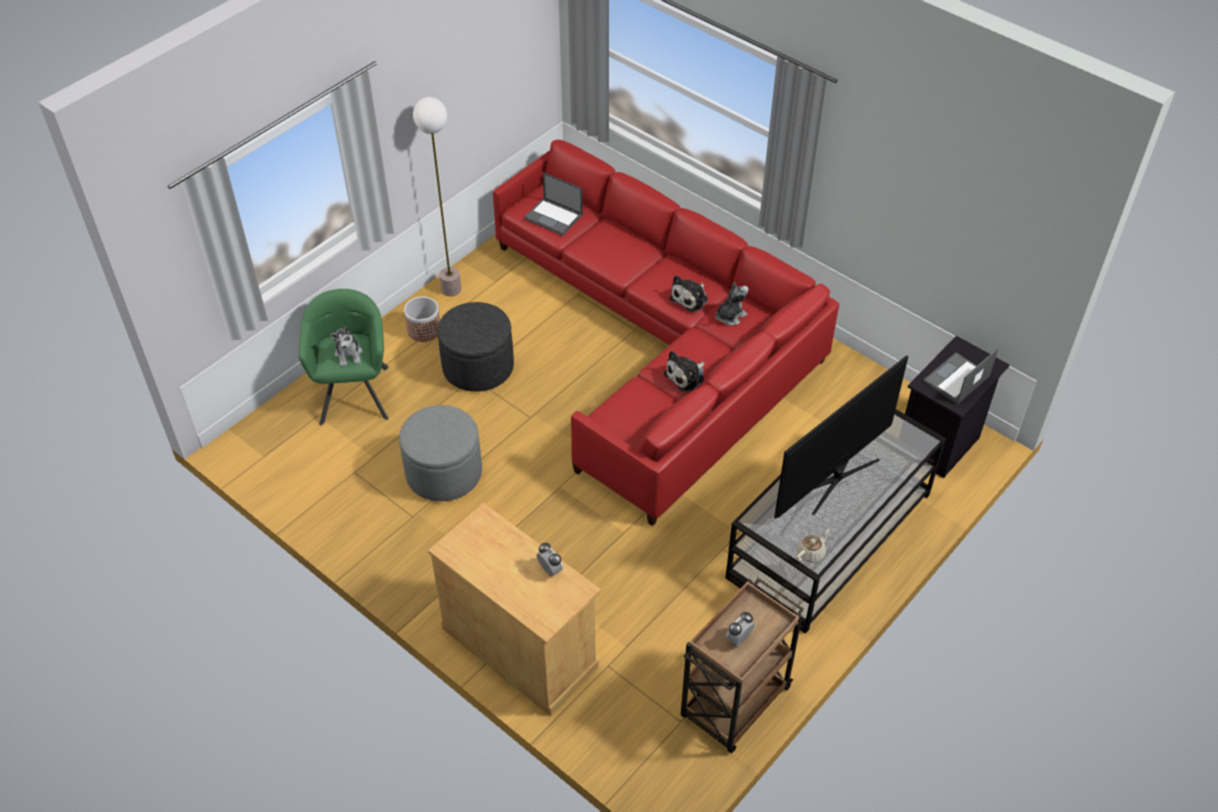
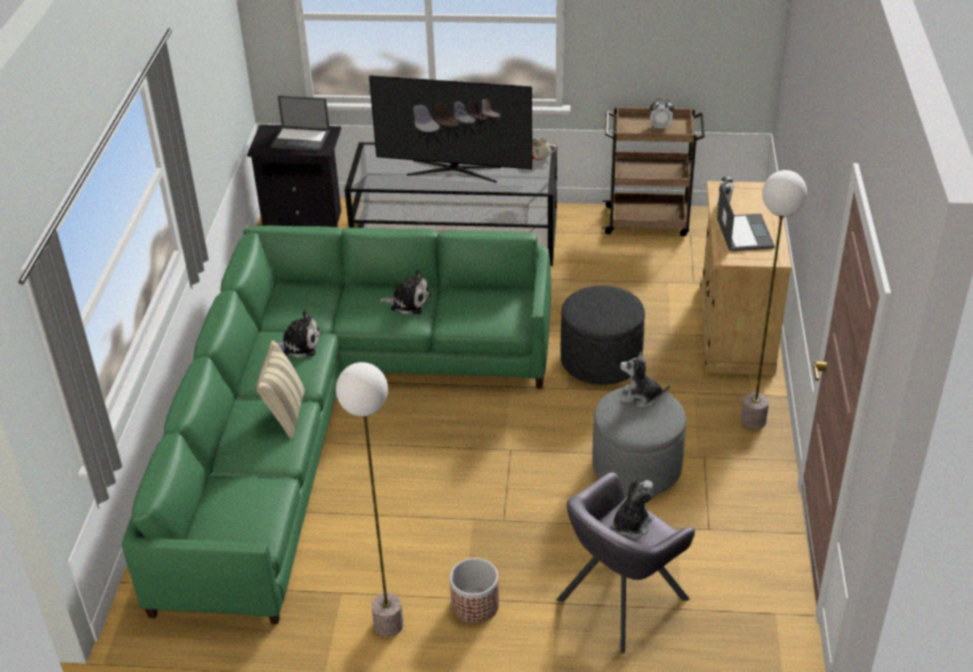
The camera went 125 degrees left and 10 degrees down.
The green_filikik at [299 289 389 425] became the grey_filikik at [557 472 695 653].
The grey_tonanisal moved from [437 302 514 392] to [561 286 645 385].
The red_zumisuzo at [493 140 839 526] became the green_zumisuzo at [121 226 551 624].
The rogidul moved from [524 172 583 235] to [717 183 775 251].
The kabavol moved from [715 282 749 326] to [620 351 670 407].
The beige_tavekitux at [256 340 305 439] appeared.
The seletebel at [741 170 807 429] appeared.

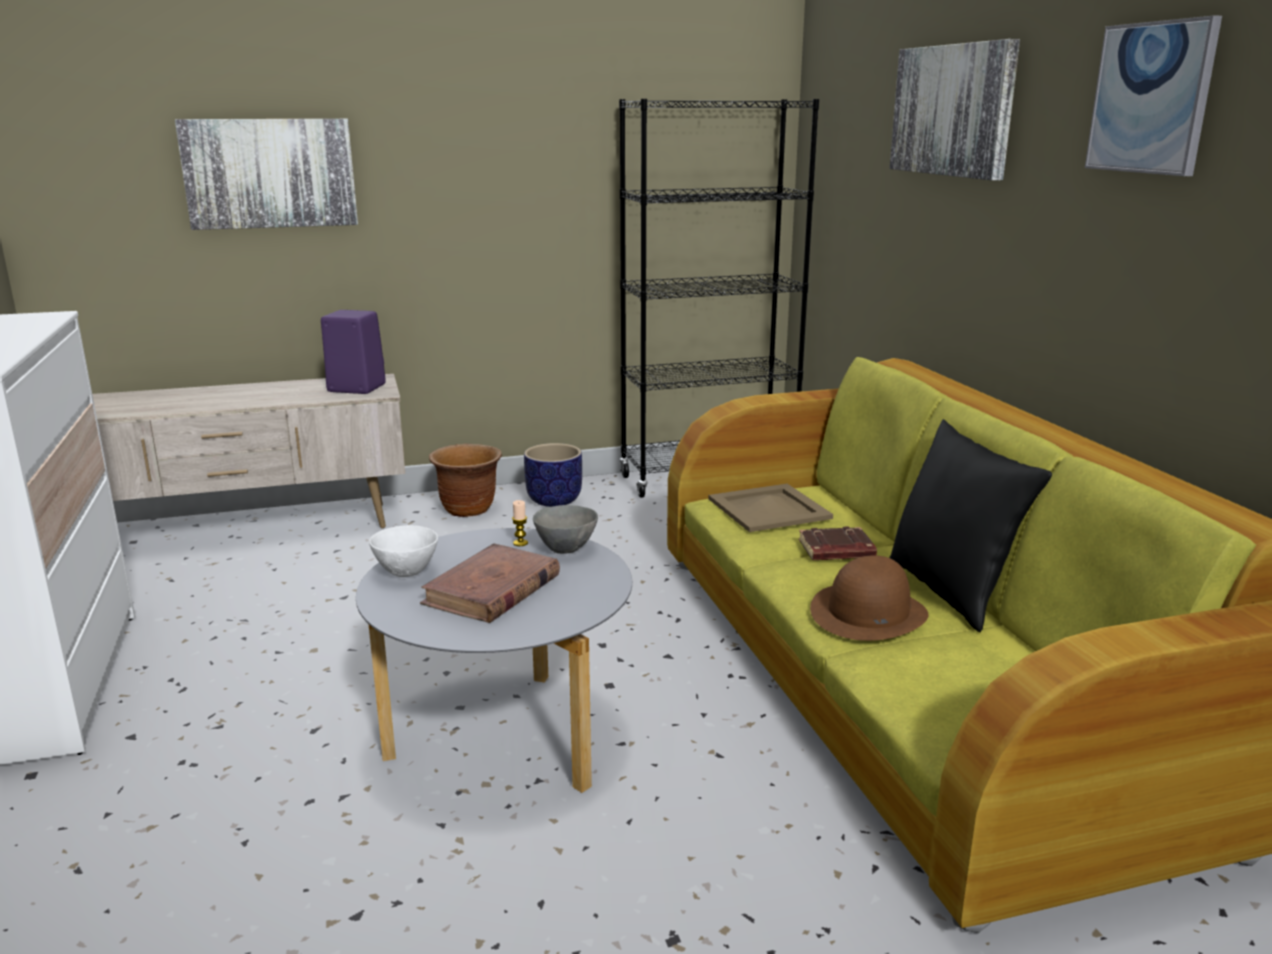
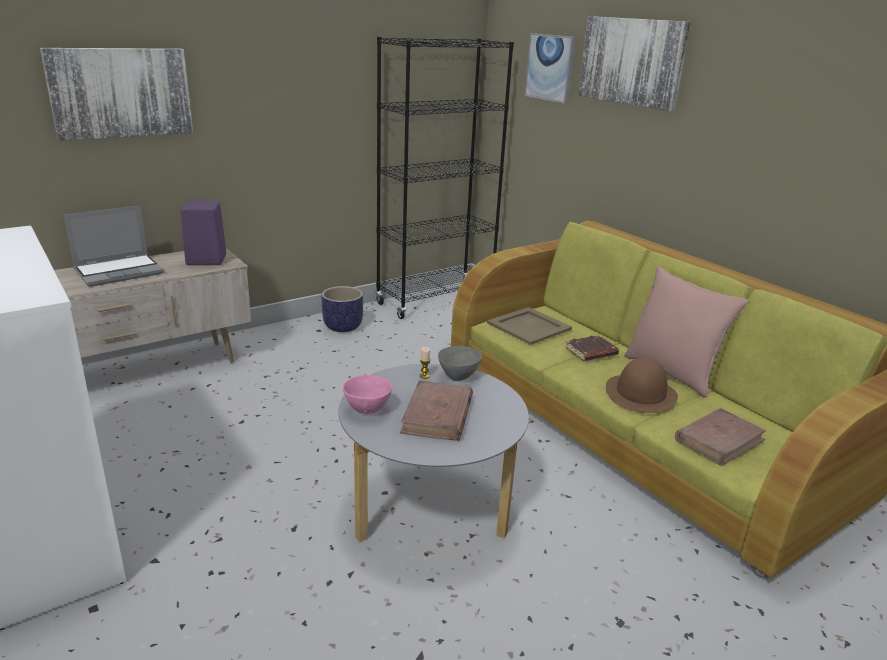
The camera went 20 degrees left and 5 degrees up.
The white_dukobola at [369 525 438 577] became the pink_dukobola at [343 375 392 414].
The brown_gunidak at [429 444 502 517] disappeared.
The black_tavekitux at [889 419 1052 632] became the pink_tavekitux at [624 266 748 398].
The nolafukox moved from [1085 15 1222 176] to [524 33 576 104].
The rogidul at [63 205 164 287] appeared.
The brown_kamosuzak at [675 408 766 466] appeared.

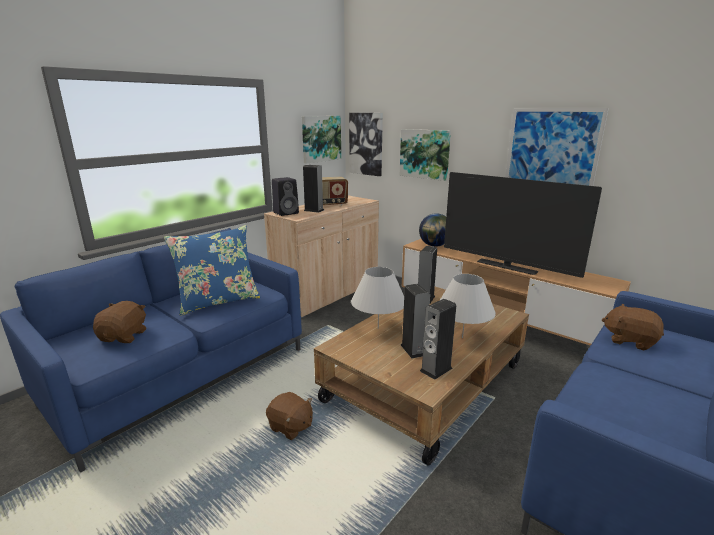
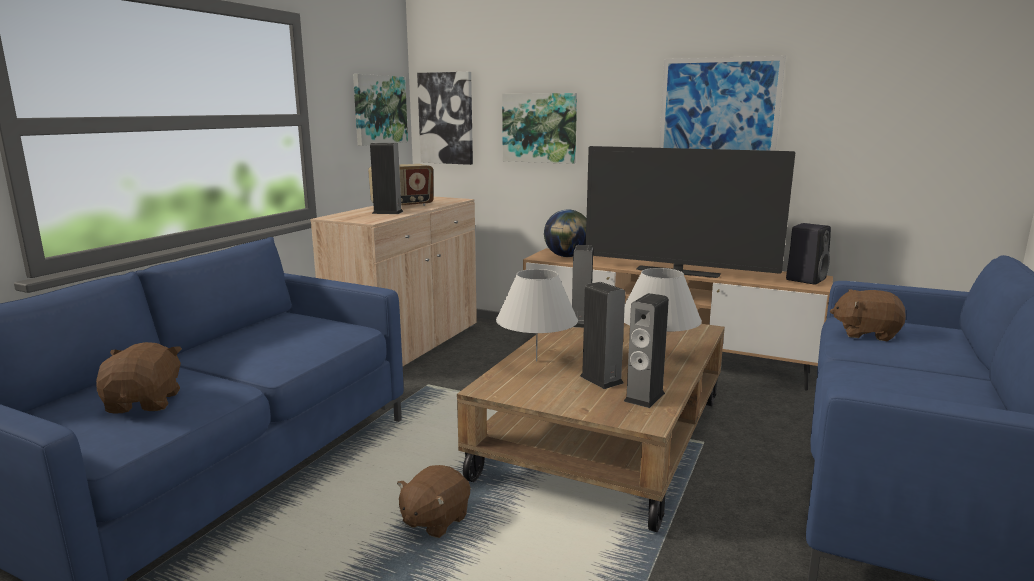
The camera went 15 degrees left and 5 degrees down.
The blue_tavekitux at [164 225 260 316] disappeared.
The brown_kabavol at [266 392 313 440] turned 105 degrees clockwise.
The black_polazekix moved from [272 177 299 216] to [786 223 831 285].

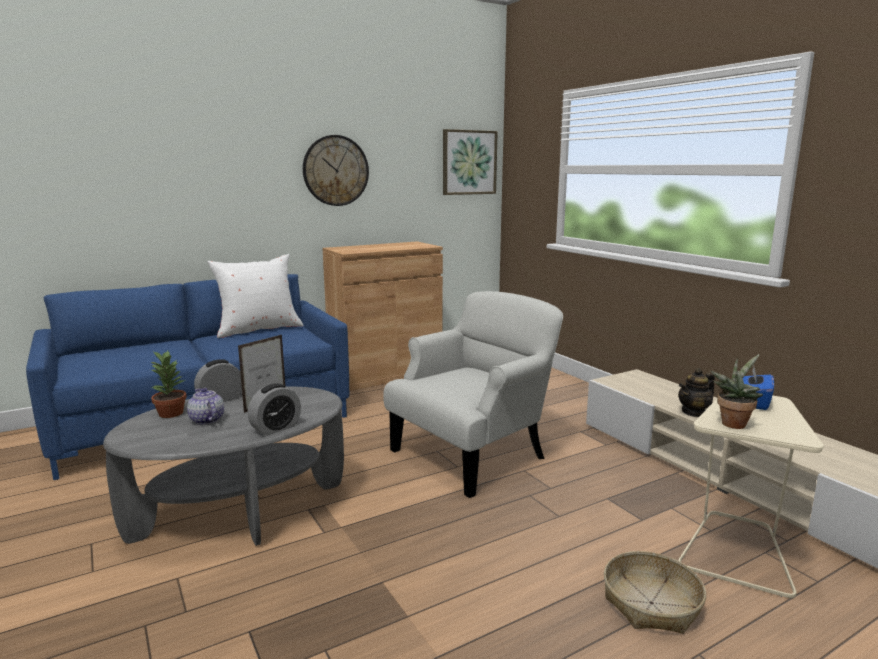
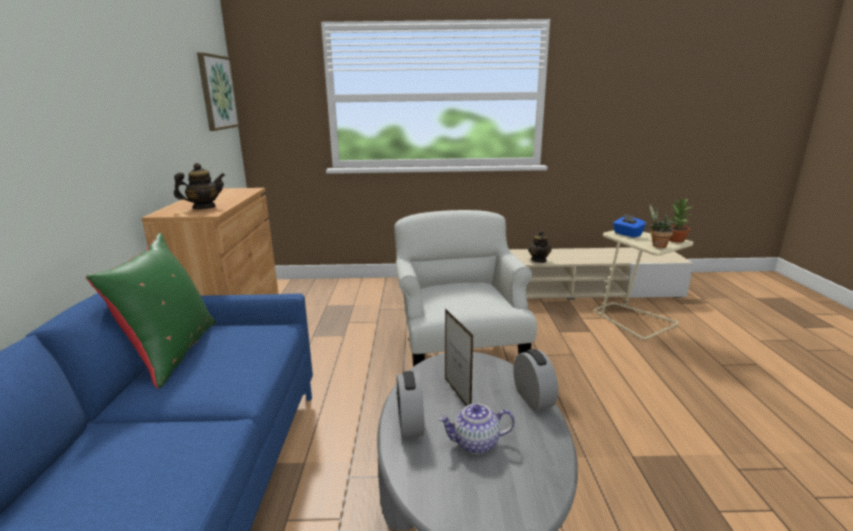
The camera went 60 degrees left and 5 degrees up.
The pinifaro moved from [150 351 187 418] to [668 198 692 243].
The white_tavekitux at [207 254 303 338] became the green_tavekitux at [86 233 216 389].
The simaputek at [303 135 369 206] disappeared.
The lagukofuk at [604 551 706 634] disappeared.
The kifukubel at [174 163 225 209] appeared.

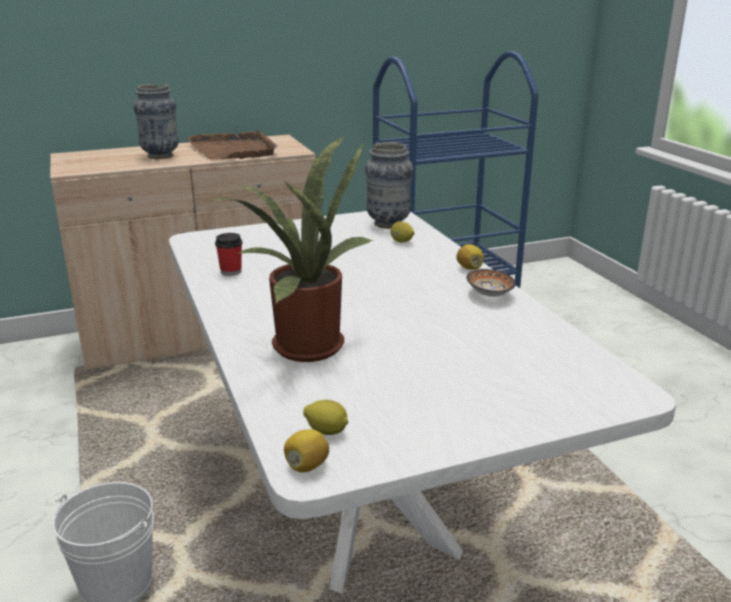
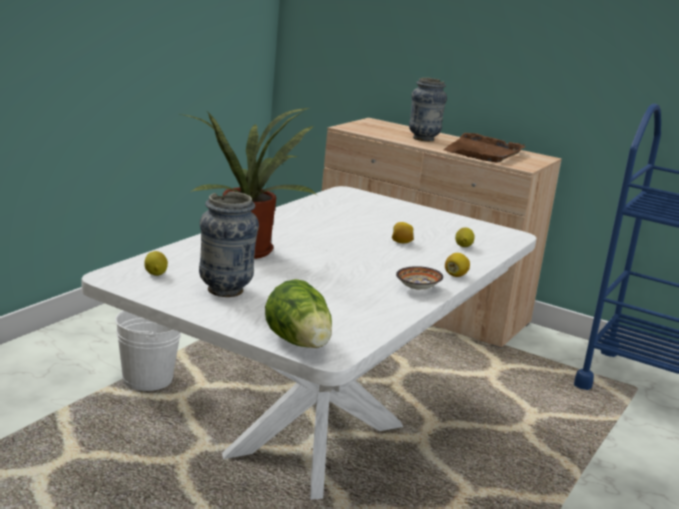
The camera went 50 degrees right and 5 degrees down.
The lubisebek at [215 233 242 276] disappeared.
The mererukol moved from [284 429 329 472] to [392 222 414 243].
The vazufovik moved from [365 142 413 229] to [199 192 259 297].
The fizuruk at [265 279 332 348] appeared.

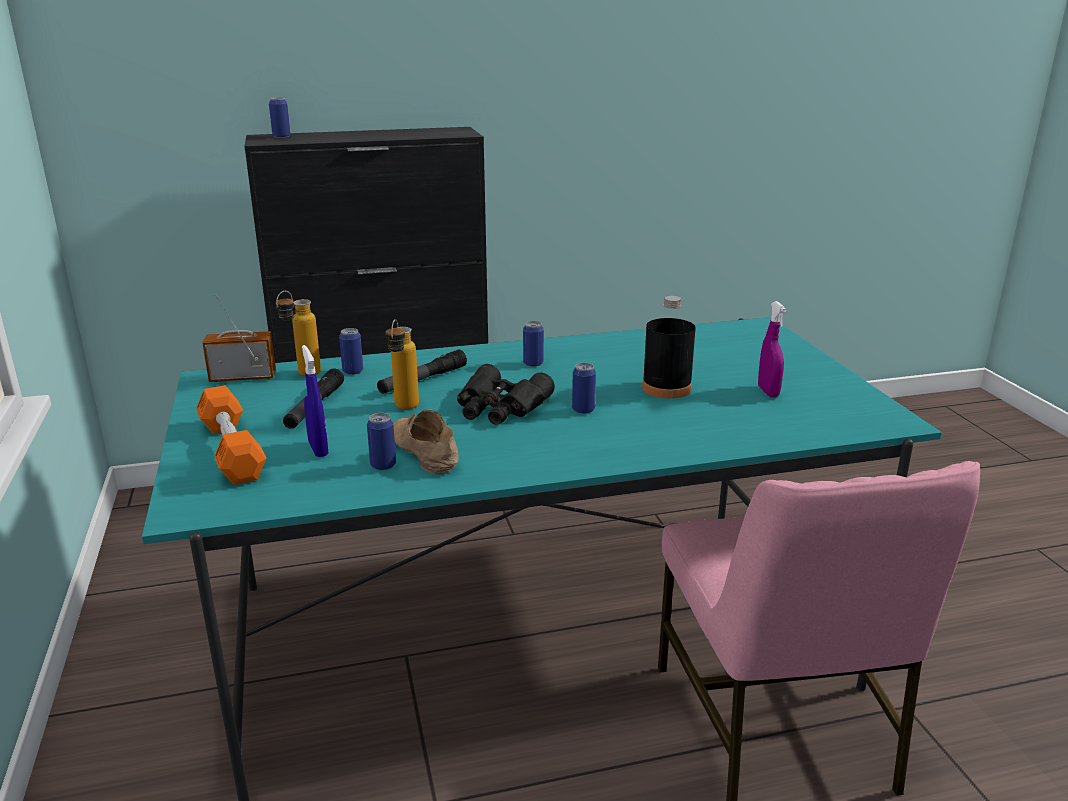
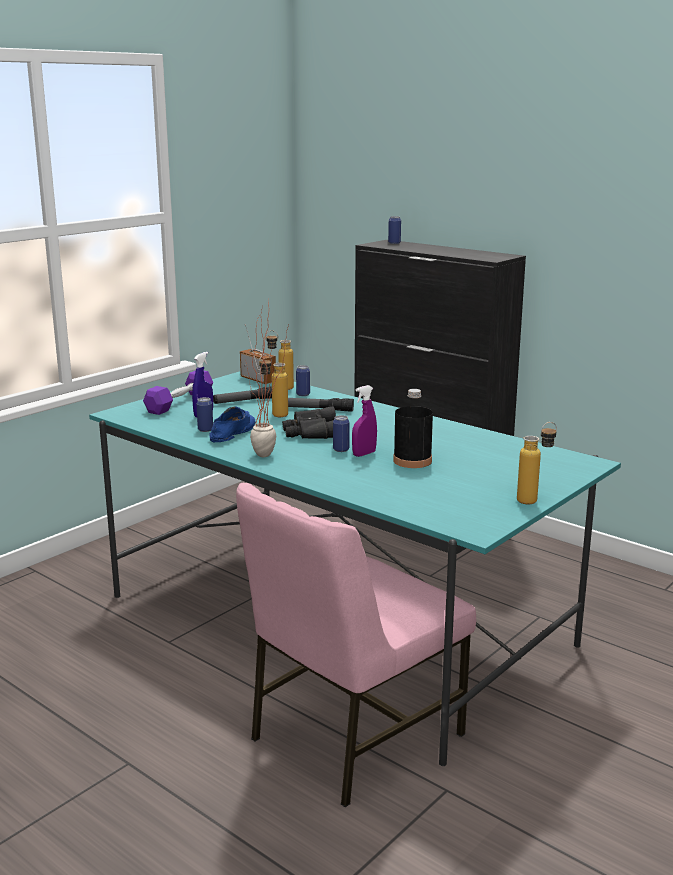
The camera went 55 degrees right and 5 degrees down.
The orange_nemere at [196 385 267 485] became the purple_nemere at [143 370 213 415].
The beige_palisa at [393 409 459 474] became the blue_palisa at [209 407 255 443].
The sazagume at [523 321 544 367] disappeared.
The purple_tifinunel moved from [758 301 786 397] to [352 385 377 457].
The pinifaro at [245 299 289 457] appeared.
The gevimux at [517 422 557 504] appeared.

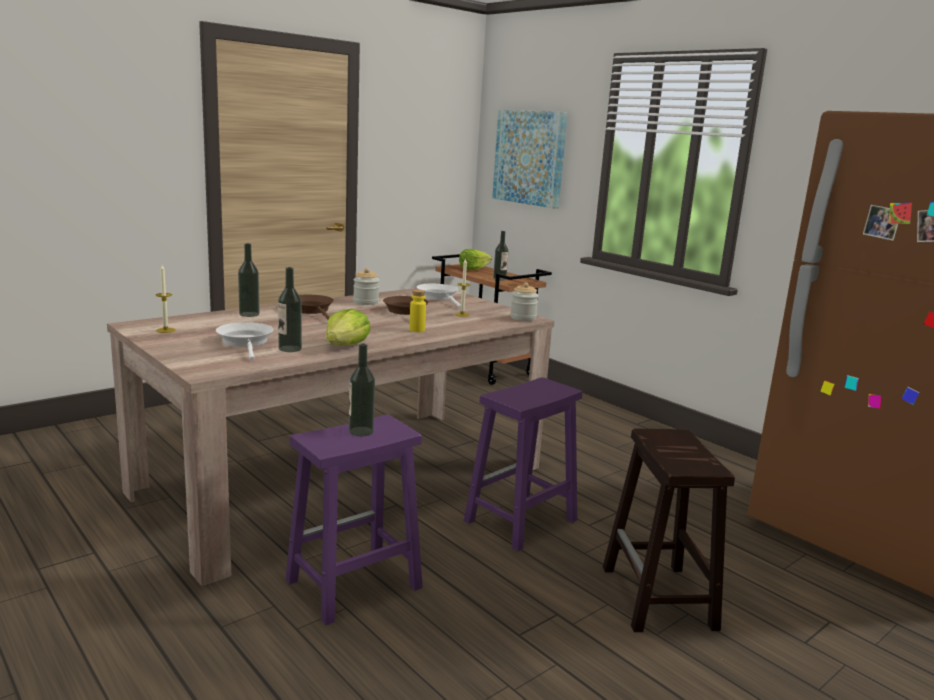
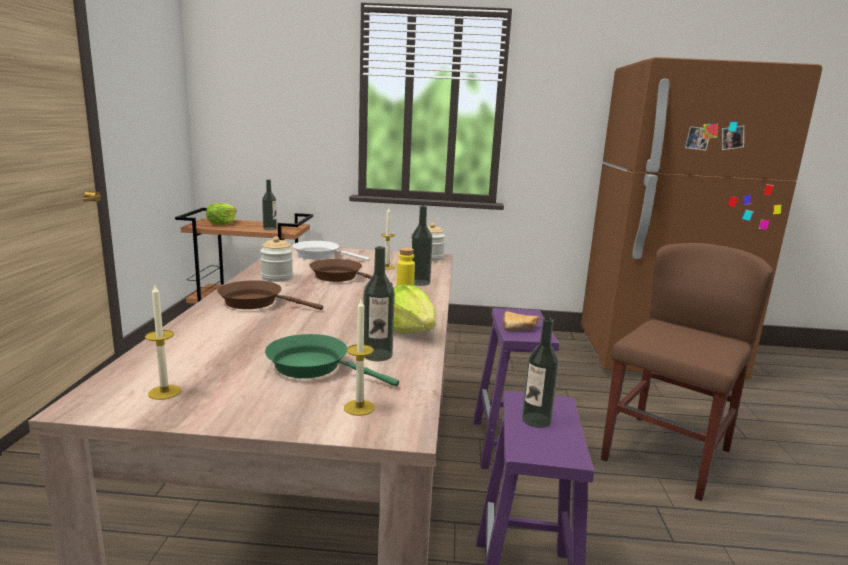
The camera went 45 degrees left and 0 degrees up.
The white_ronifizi at [216 322 274 360] became the green_ronifizi at [265 334 399 386].
The gevimux moved from [238 243 260 317] to [411 206 433 286].
The nolafukox at [492 110 568 209] disappeared.
The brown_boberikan at [603 429 735 632] was replaced by the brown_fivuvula at [601 243 773 501].
The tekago at [344 299 375 416] appeared.
The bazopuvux at [503 311 540 331] appeared.

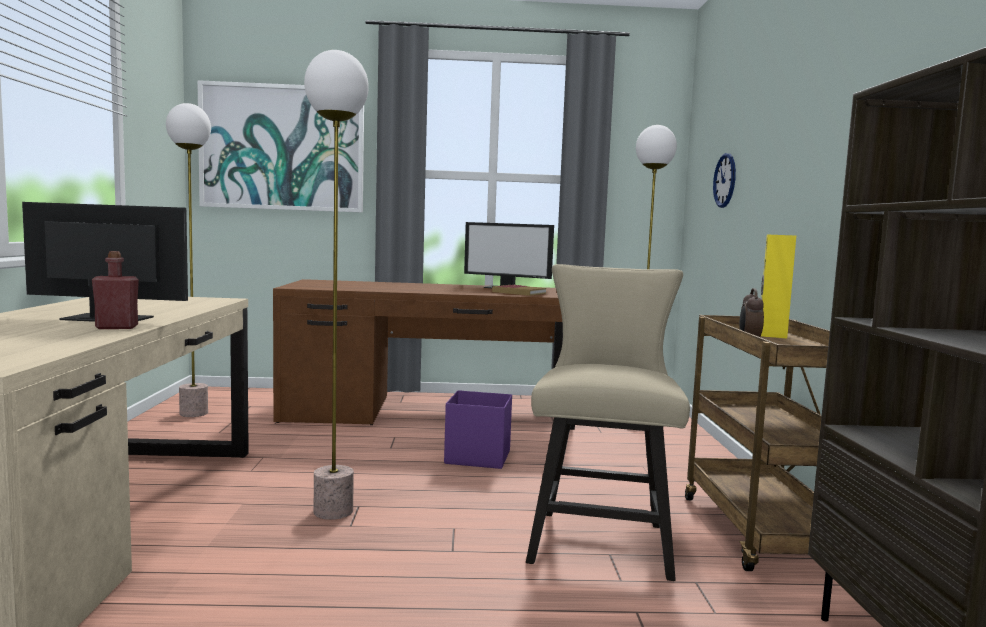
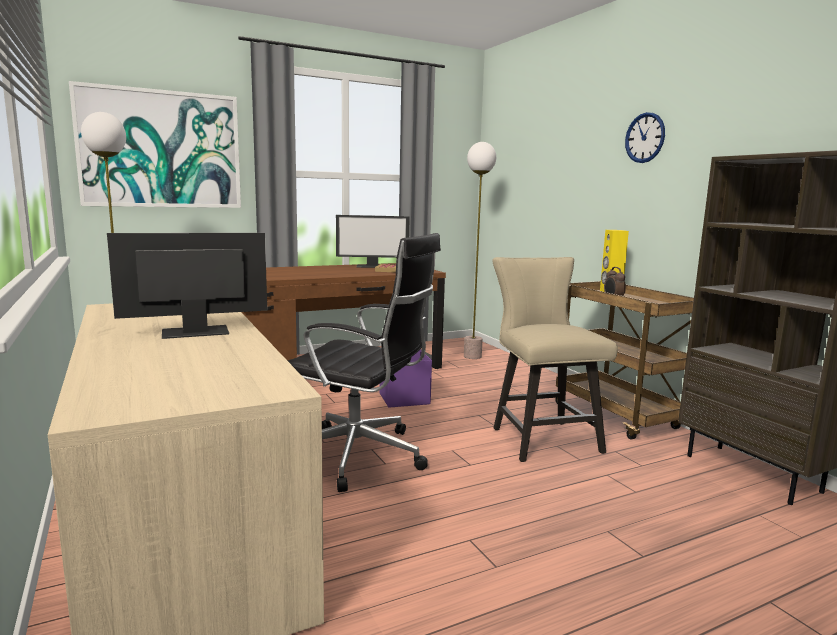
The camera went 25 degrees left and 5 degrees up.
The red_gevimux at [92 251 139 329] disappeared.
The seletebel at [304 50 369 520] was replaced by the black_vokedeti at [287 233 441 492].
The simaputek moved from [713 153 736 208] to [625 112 665 163].

